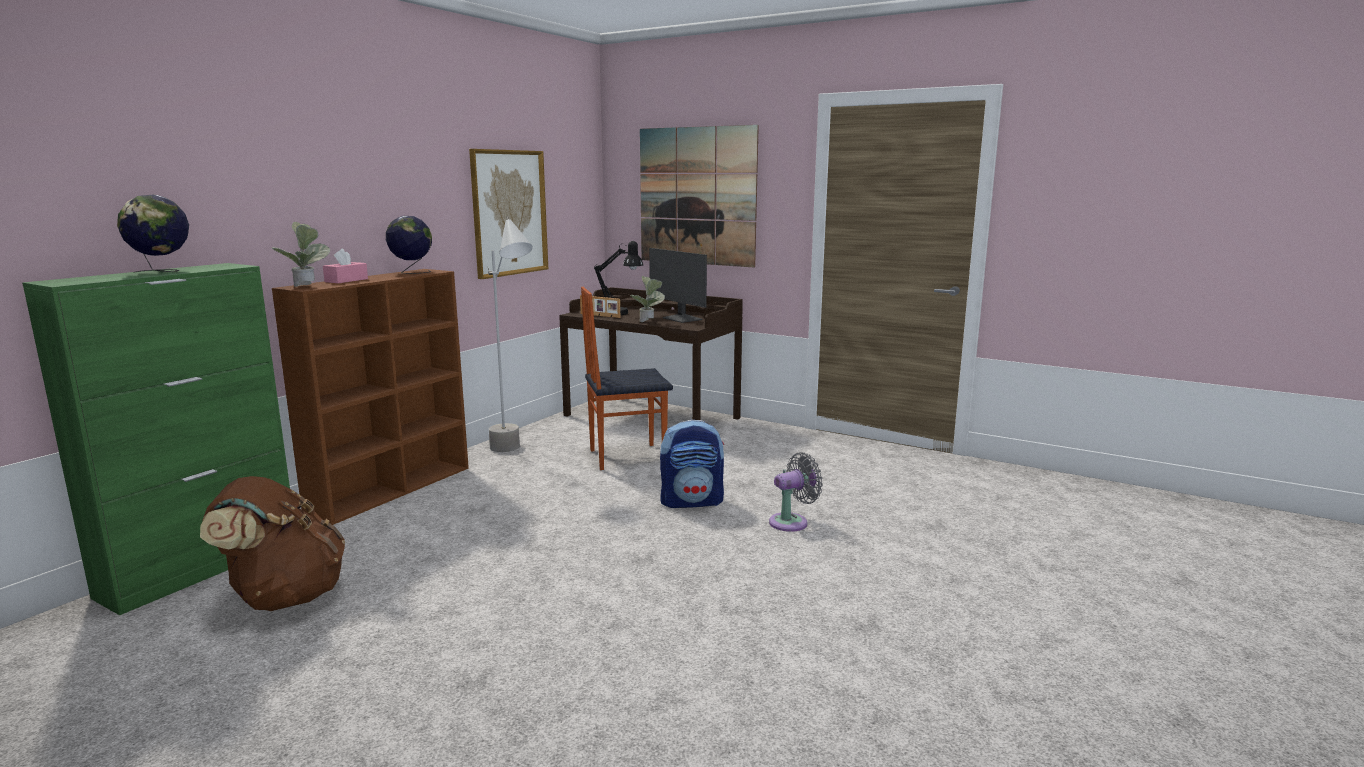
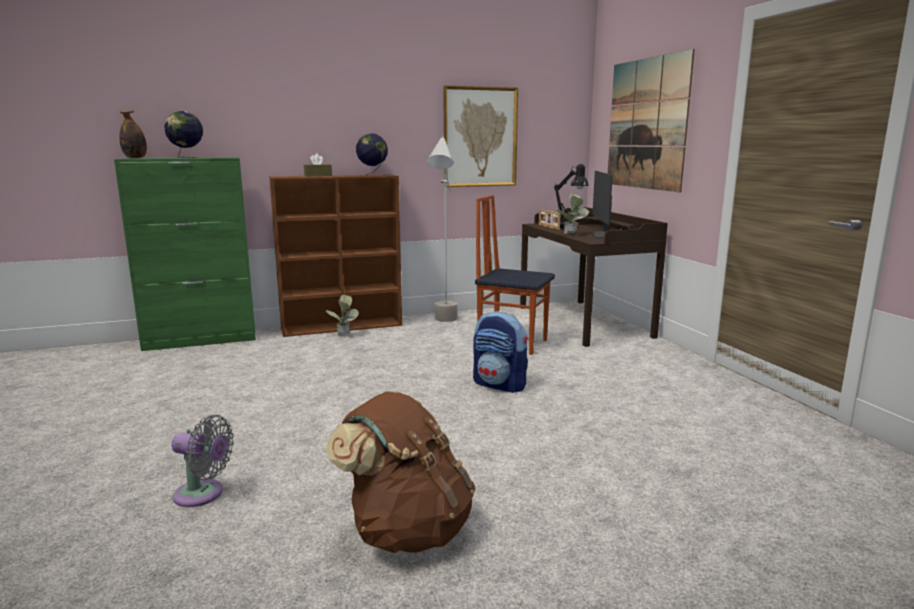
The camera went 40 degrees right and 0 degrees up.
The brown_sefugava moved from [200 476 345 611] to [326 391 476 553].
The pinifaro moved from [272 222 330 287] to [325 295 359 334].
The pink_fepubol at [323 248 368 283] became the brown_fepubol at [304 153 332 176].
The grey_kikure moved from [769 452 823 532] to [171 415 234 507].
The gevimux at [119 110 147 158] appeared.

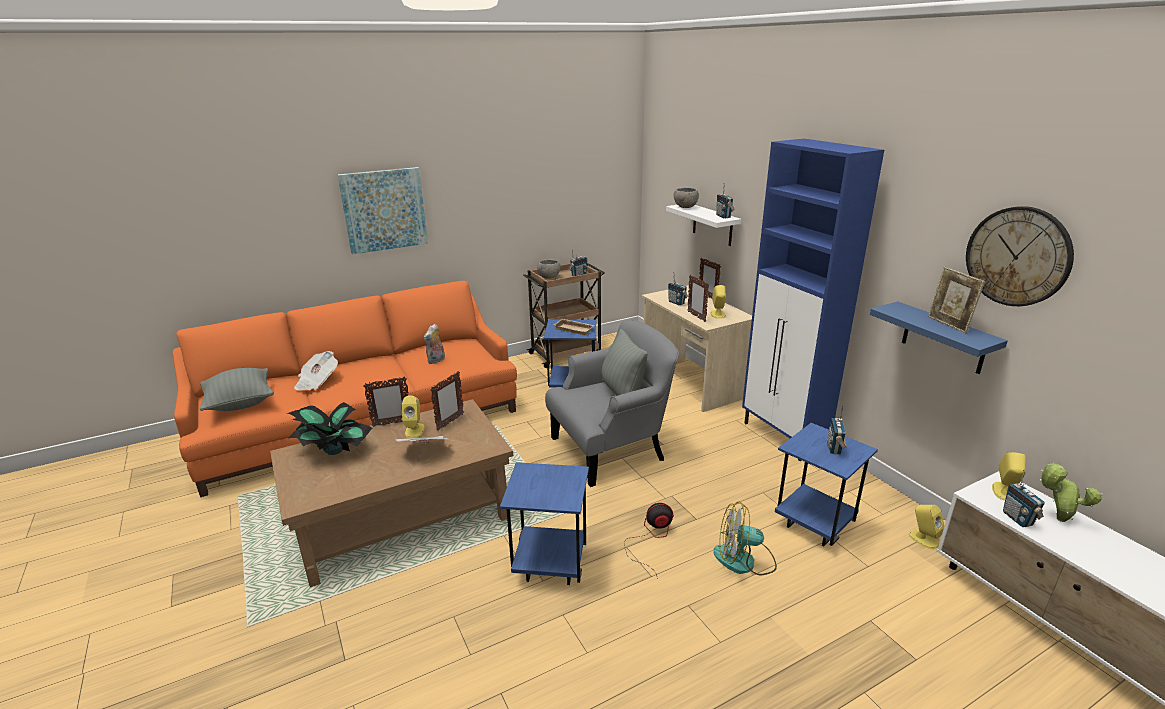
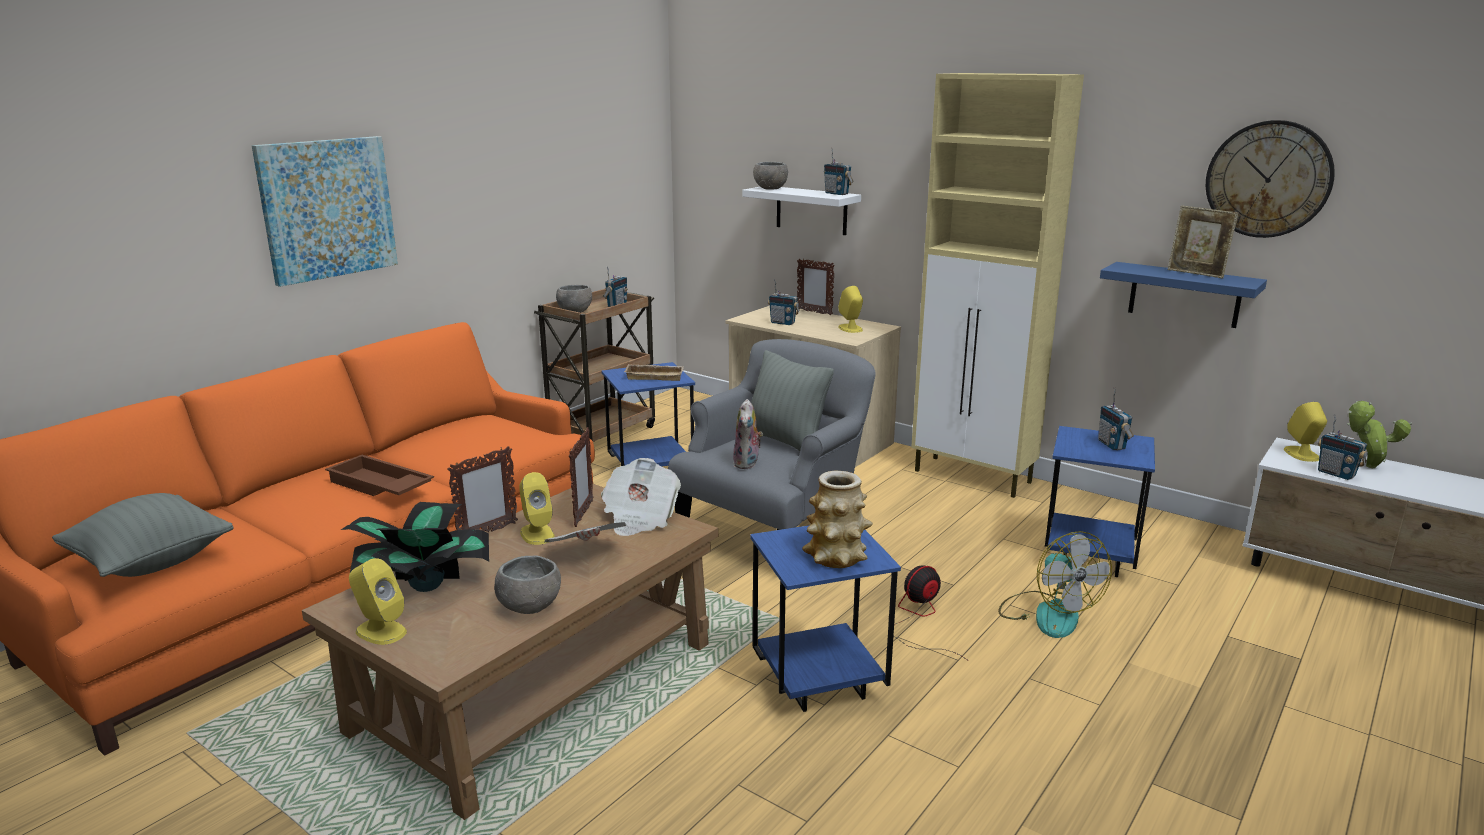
The camera went 25 degrees left and 5 degrees down.
The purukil moved from [294 351 338 390] to [601 458 681 536].
The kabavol moved from [424 324 445 364] to [733 399 763 469].
The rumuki at [688 275 709 322] disappeared.
The kikure at [714 501 777 575] turned 90 degrees counterclockwise.
The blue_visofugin at [742 139 884 461] became the beige_visofugin at [911 73 1084 498].
The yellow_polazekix moved from [909 505 944 549] to [349 558 407 645].
The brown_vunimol at [325 455 434 496] appeared.
The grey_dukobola at [494 556 561 614] appeared.
The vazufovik at [802 471 873 568] appeared.

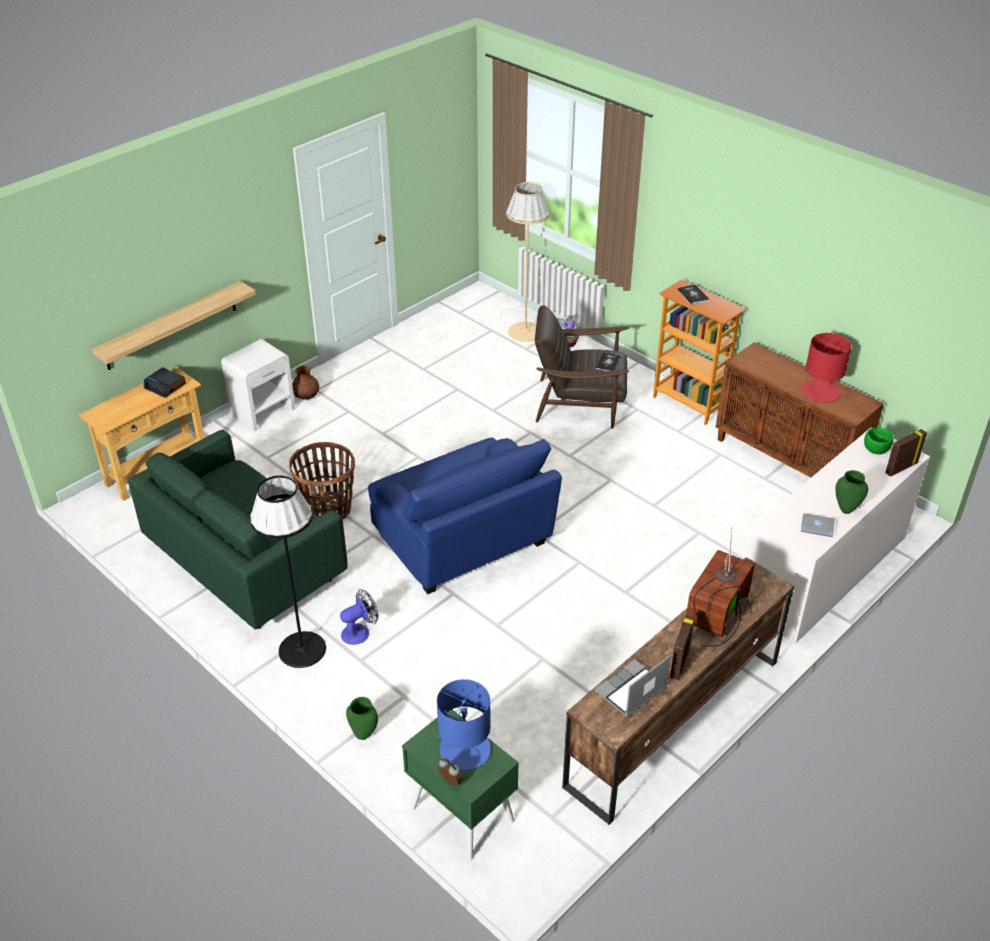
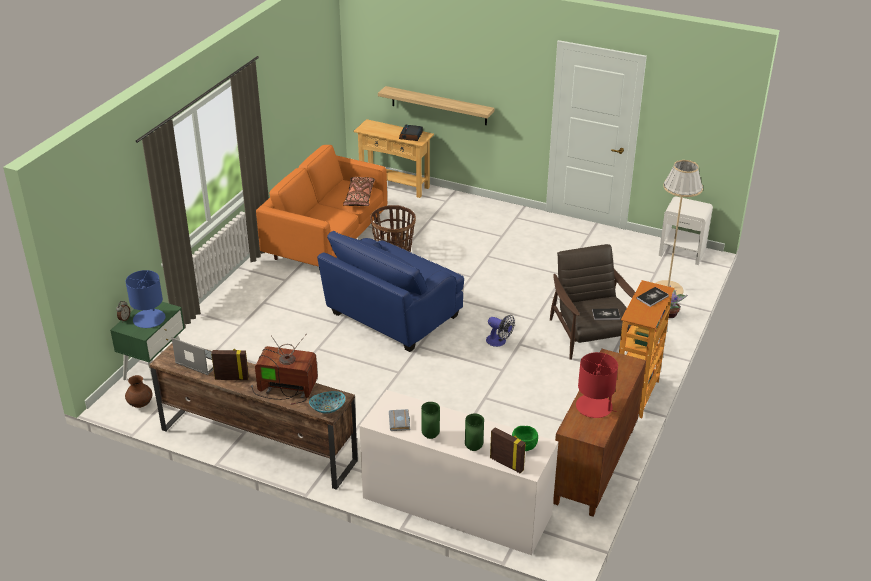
The camera went 70 degrees right and 5 degrees down.
The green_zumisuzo at [128 430 348 629] became the orange_zumisuzo at [256 145 387 267].
The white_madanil moved from [221 339 296 431] to [659 196 713 265].
The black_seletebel at [250 476 326 668] disappeared.
The brown_vazufovik moved from [292 366 319 399] to [125 375 152 408].
The kikure moved from [340 589 379 645] to [486 315 515 347].
The green_vazufovik moved from [346 697 378 740] to [465 414 484 451].
The dukobola at [309 391 346 414] appeared.
The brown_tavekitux at [343 177 375 206] appeared.

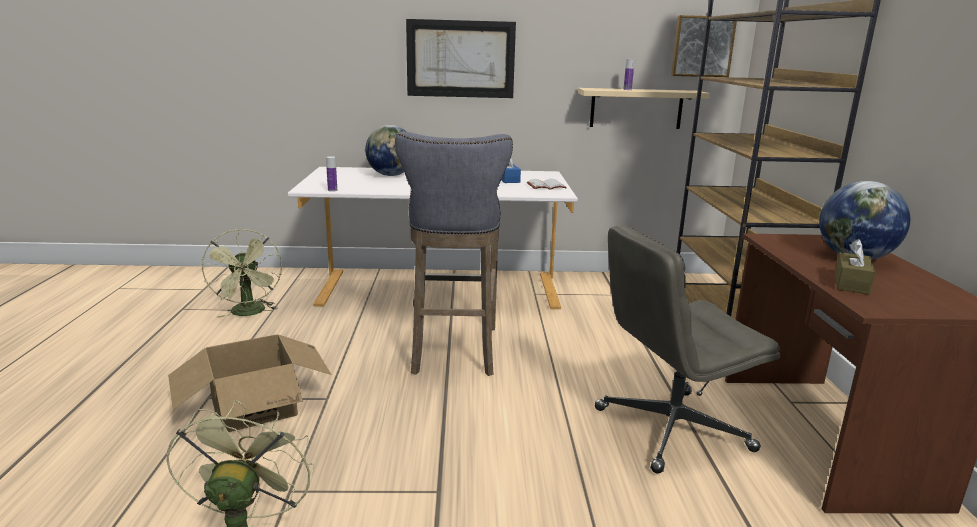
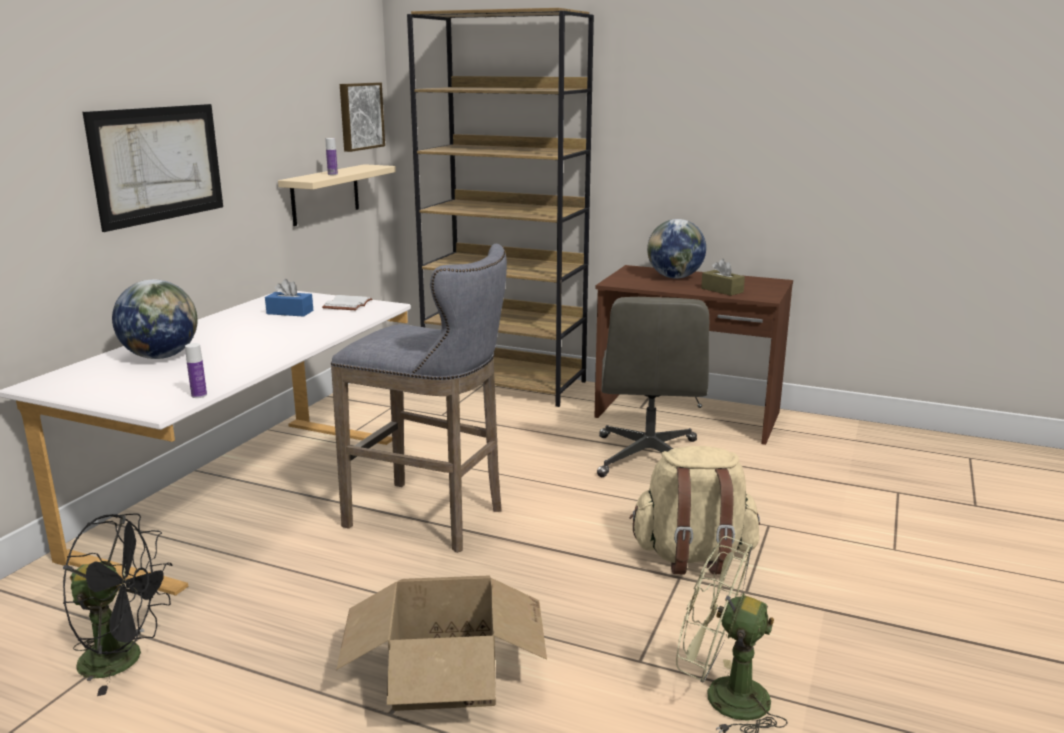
The camera went 65 degrees left and 0 degrees up.
The green_kikure at [202 228 282 318] became the black_kikure at [63 513 173 696].
The beige_sefugava at [629 446 760 575] appeared.

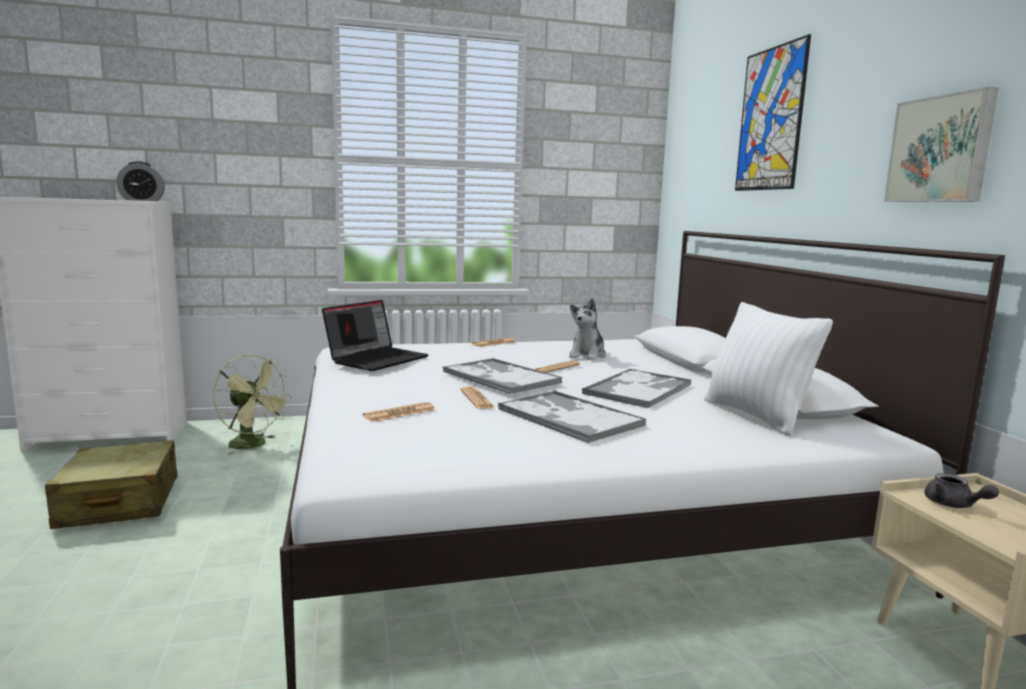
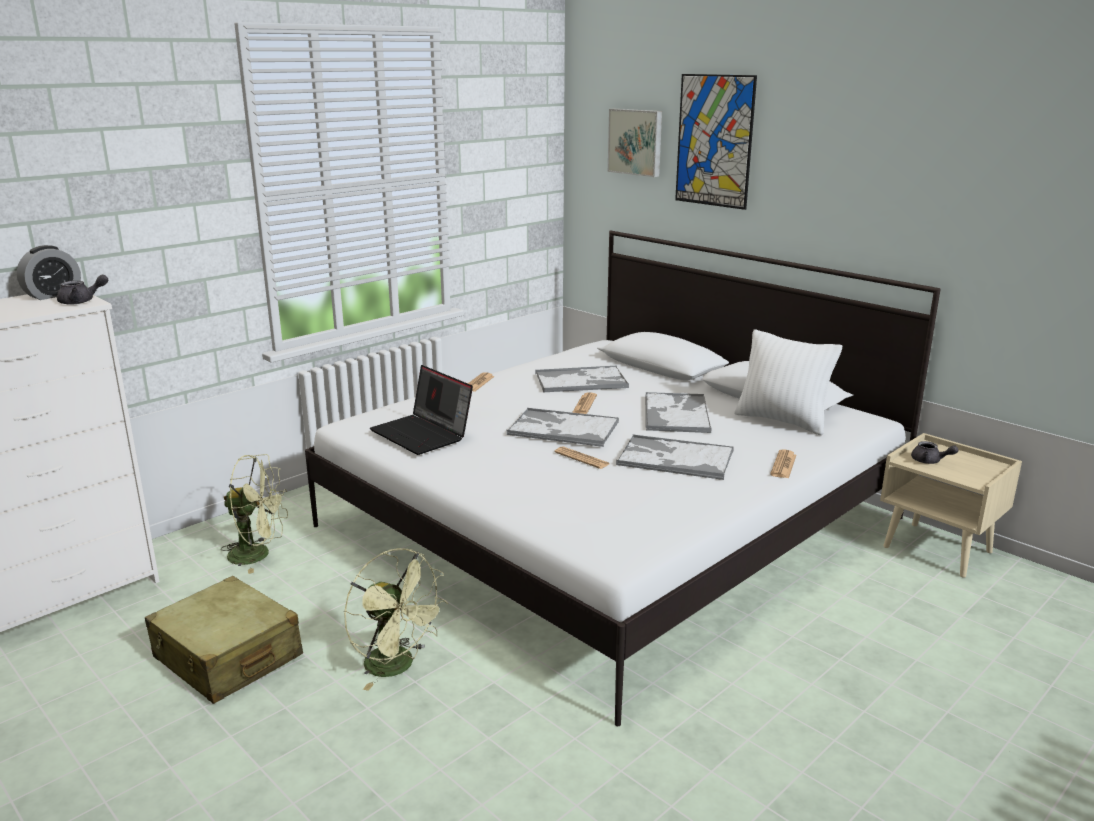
The camera went 30 degrees left and 10 degrees up.
The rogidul at [322 300 429 371] turned 135 degrees clockwise.
The purukil moved from [363 402 435 422] to [770 450 796 478].
The kabavol at [569 299 606 360] was replaced by the vunimol at [535 366 629 392].
The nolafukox moved from [884 87 998 202] to [608 109 662 177].
The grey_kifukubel at [57 275 108 305] appeared.
The green_kikure at [344 548 449 691] appeared.

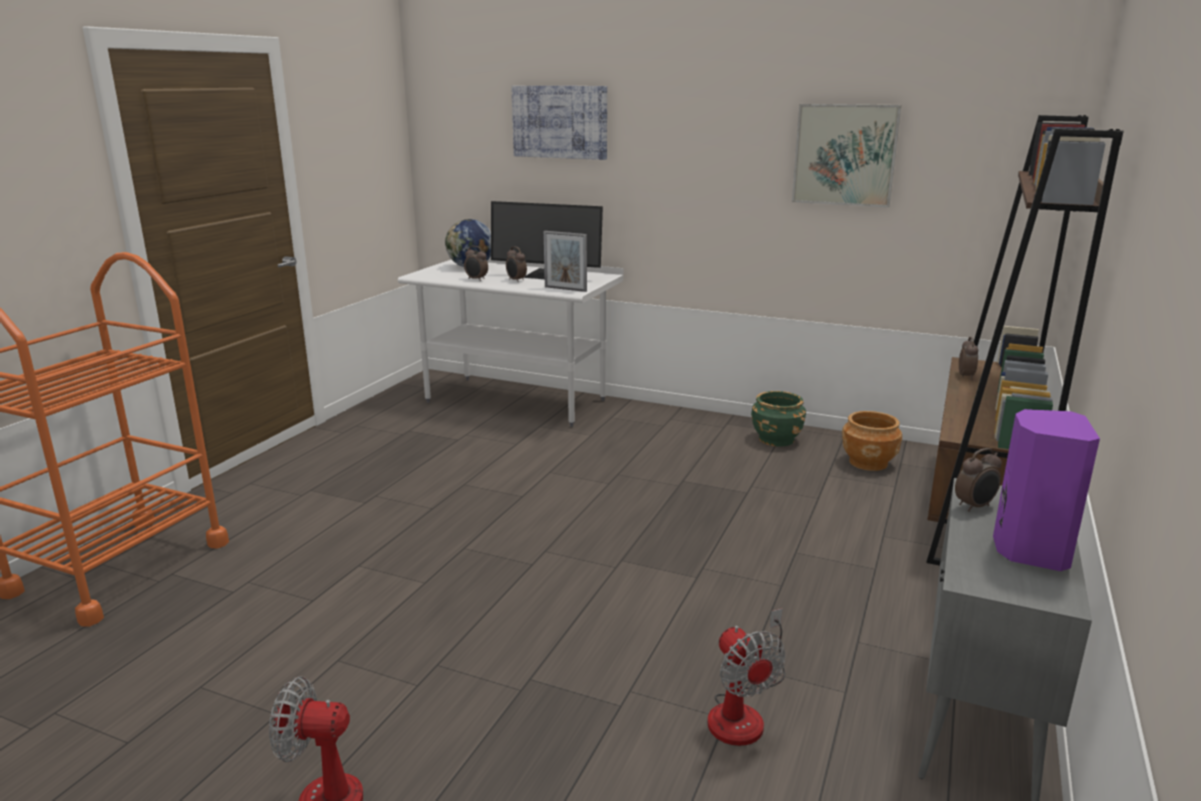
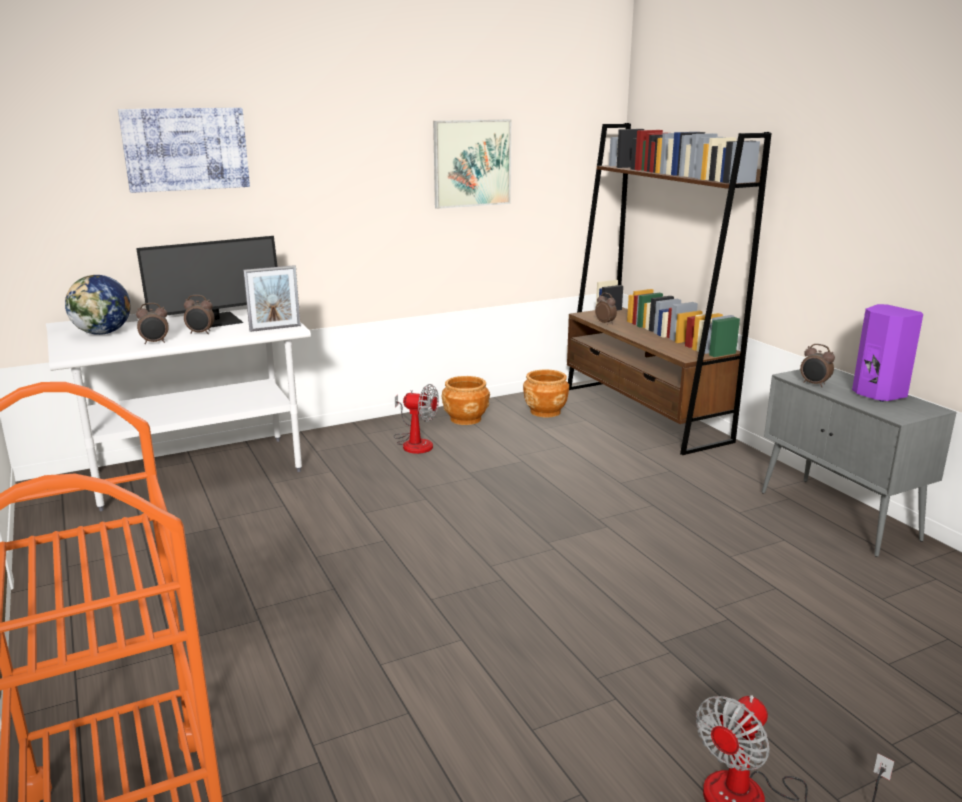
The camera went 50 degrees left and 0 degrees up.
The kikure moved from [707 608 786 746] to [394 384 439 454].
The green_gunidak at [751 391 806 447] became the brown_gunidak at [442 376 490 425].
The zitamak at [955 448 1002 512] turned 120 degrees clockwise.

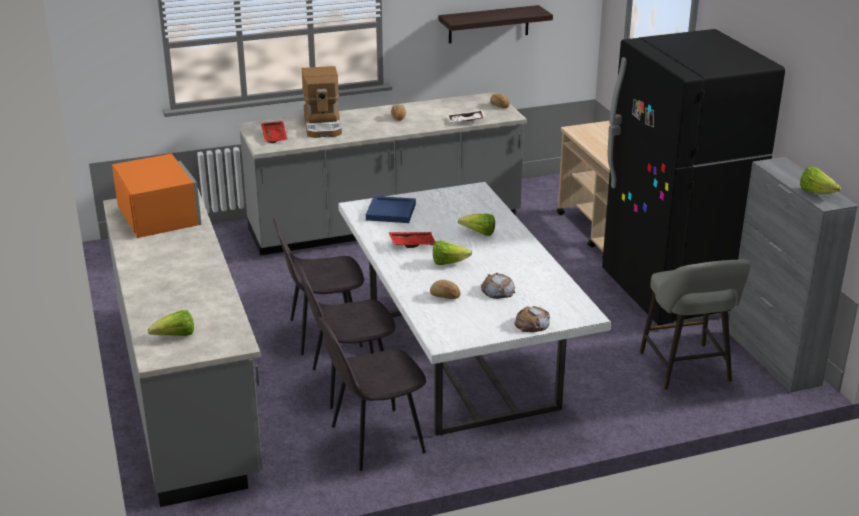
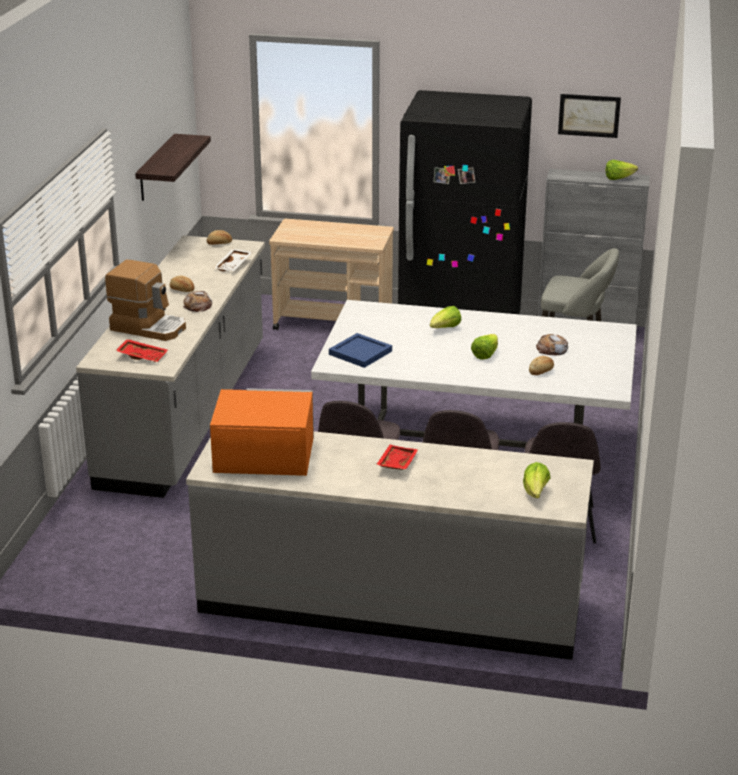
The camera went 60 degrees left and 0 degrees up.
The red_vunimol moved from [389 232 435 248] to [376 445 418 470].
The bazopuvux moved from [514 306 550 332] to [183 291 212 312].
The nolafukox at [558 94 621 138] appeared.

